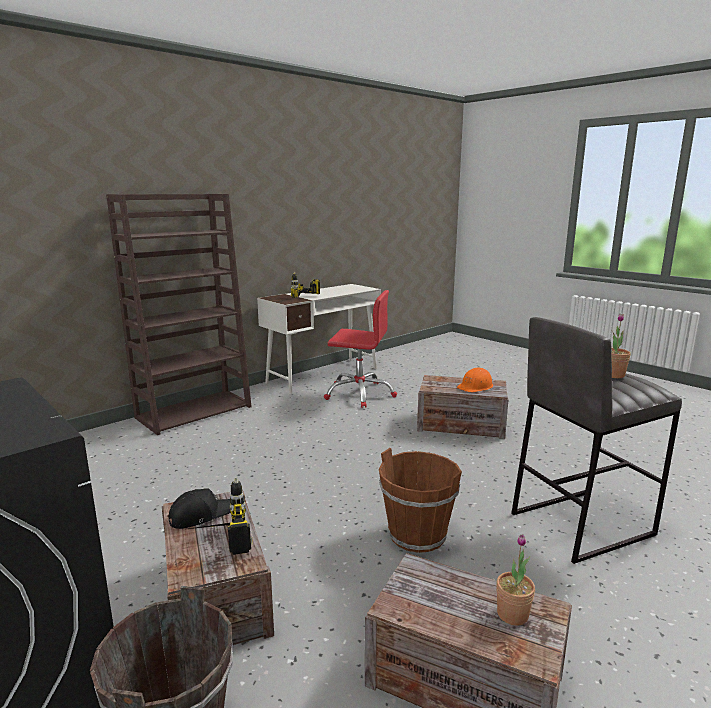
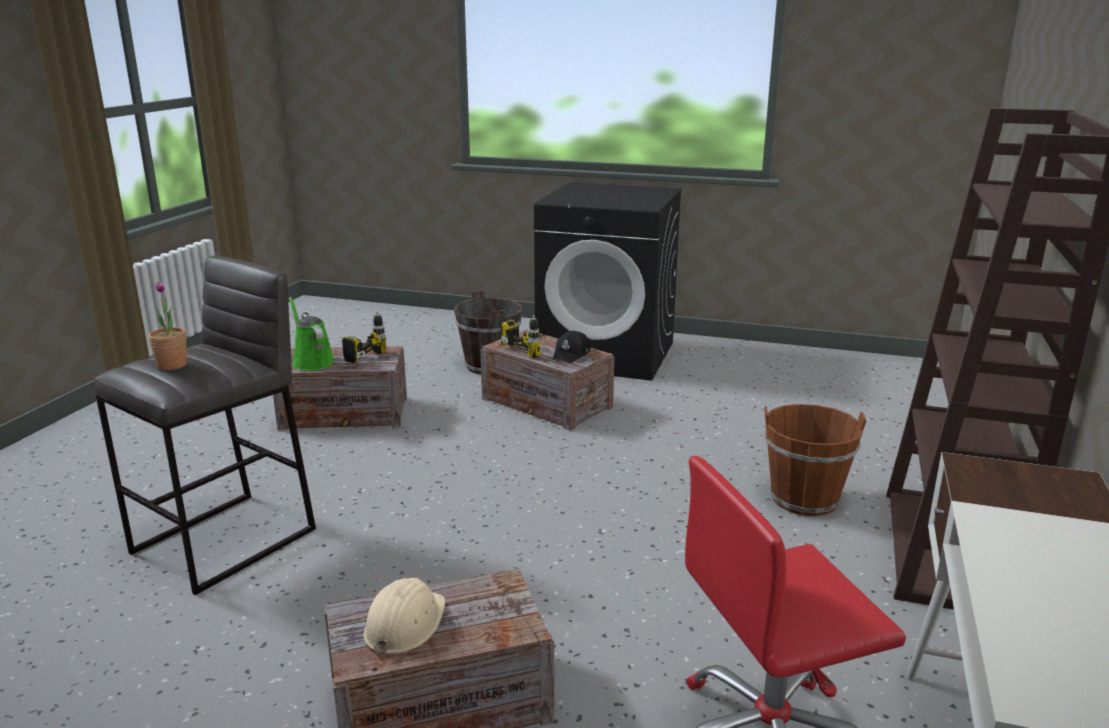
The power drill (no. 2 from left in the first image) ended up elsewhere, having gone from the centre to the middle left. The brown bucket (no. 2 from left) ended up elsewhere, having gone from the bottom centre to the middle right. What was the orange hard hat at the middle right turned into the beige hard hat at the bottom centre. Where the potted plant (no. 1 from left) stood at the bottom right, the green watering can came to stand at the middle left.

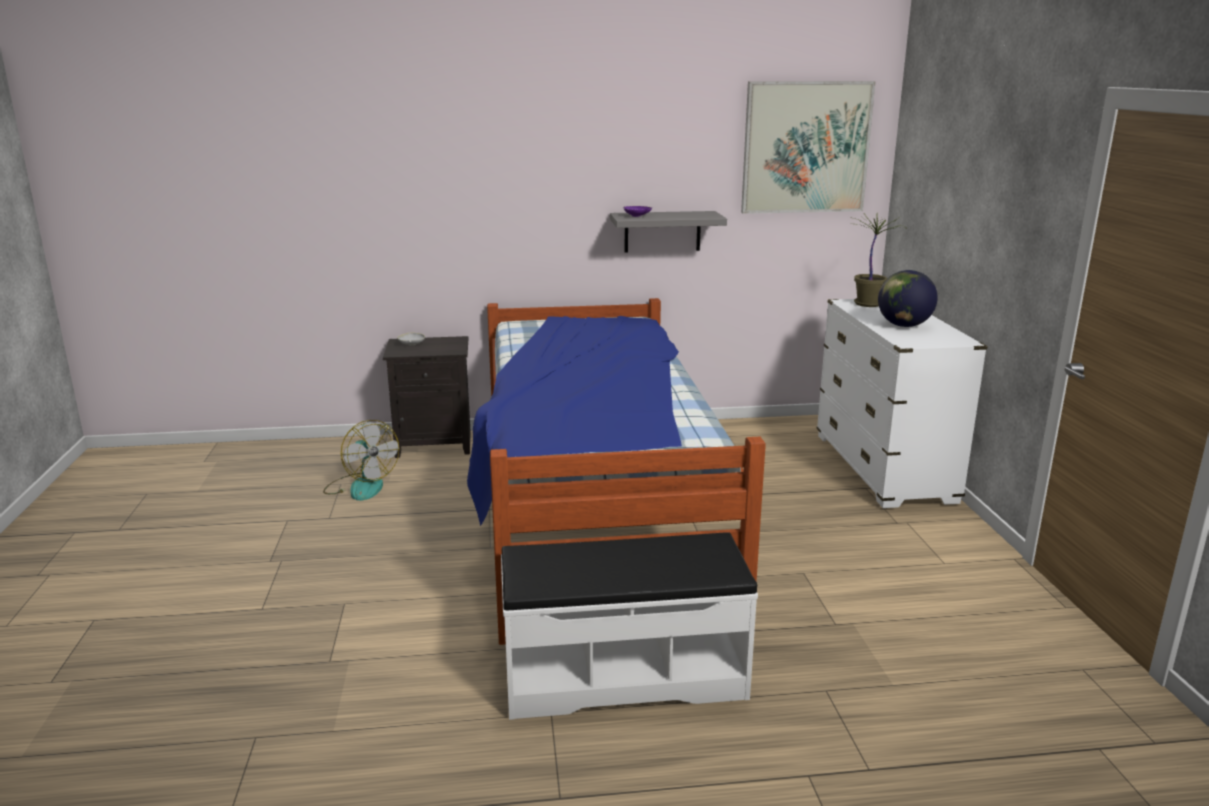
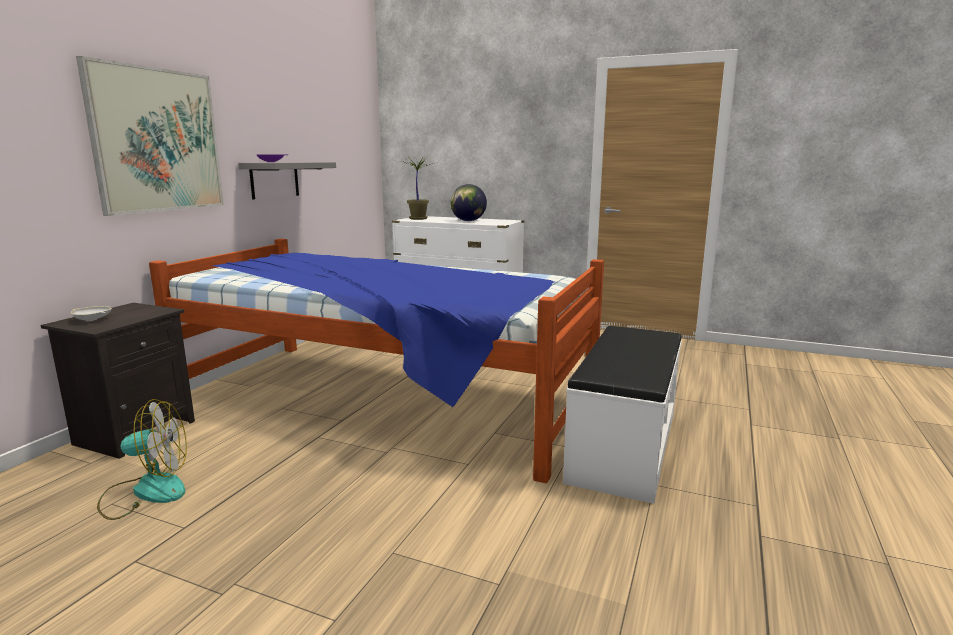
The picture ended up elsewhere, having gone from the top right to the top left.

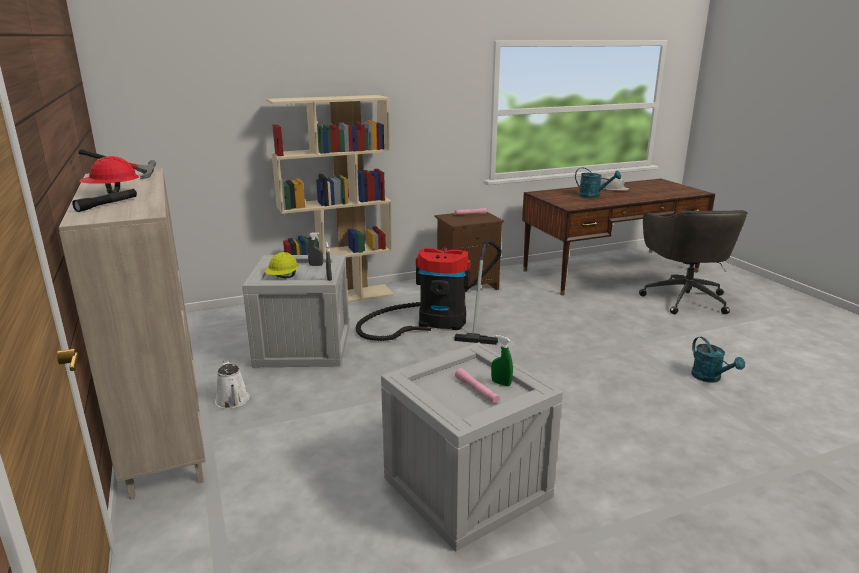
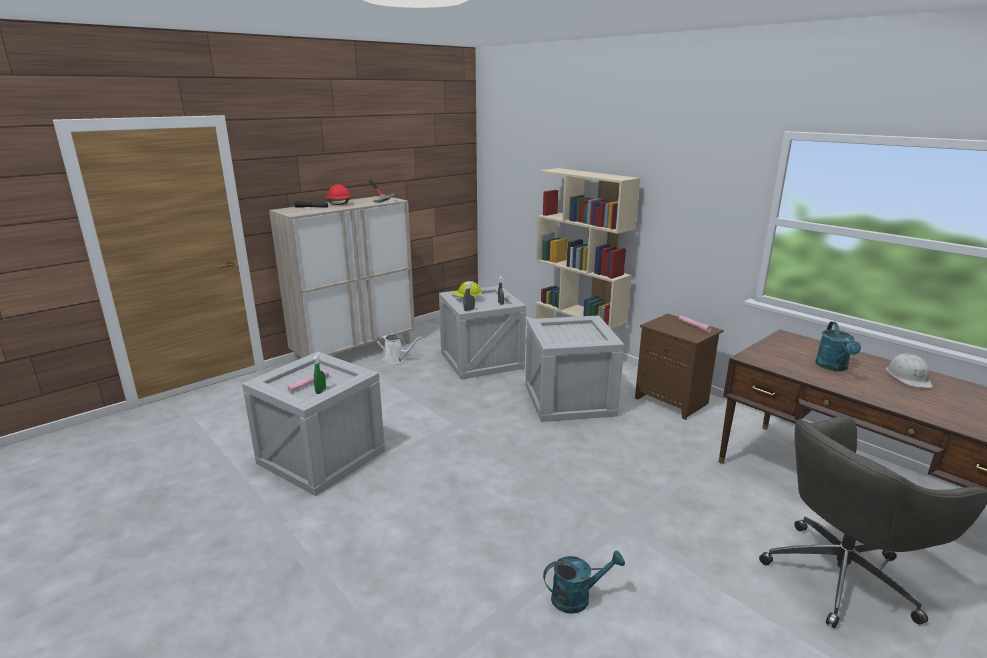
The white watering can at the bottom left ended up facing another way, 120 degrees counterclockwise from before. Where the vacuum cleaner stood at the centre, the crate (no. 3 from left) came to stand at the centre. The turquoise watering can (no. 2 from left in the first image) at the middle right ended up facing another way, 150 degrees counterclockwise from before.

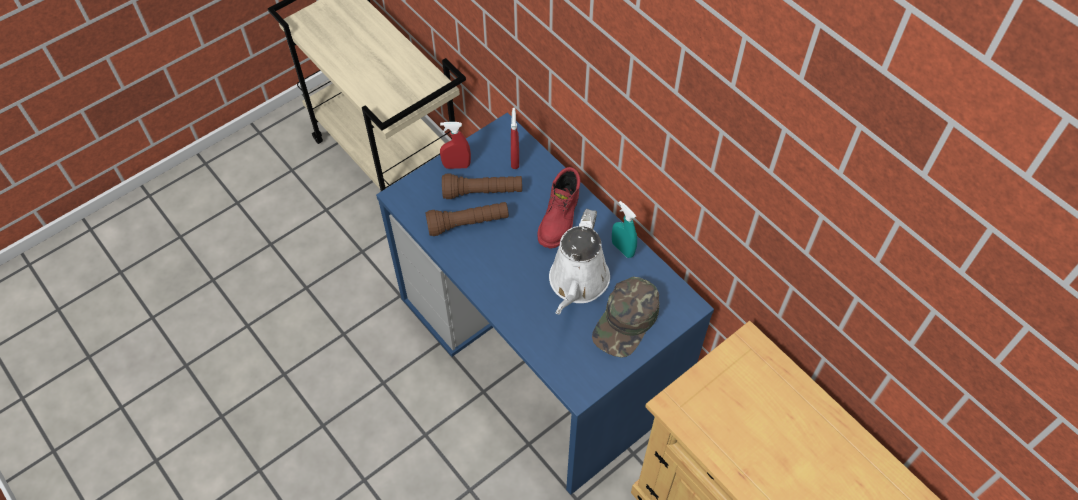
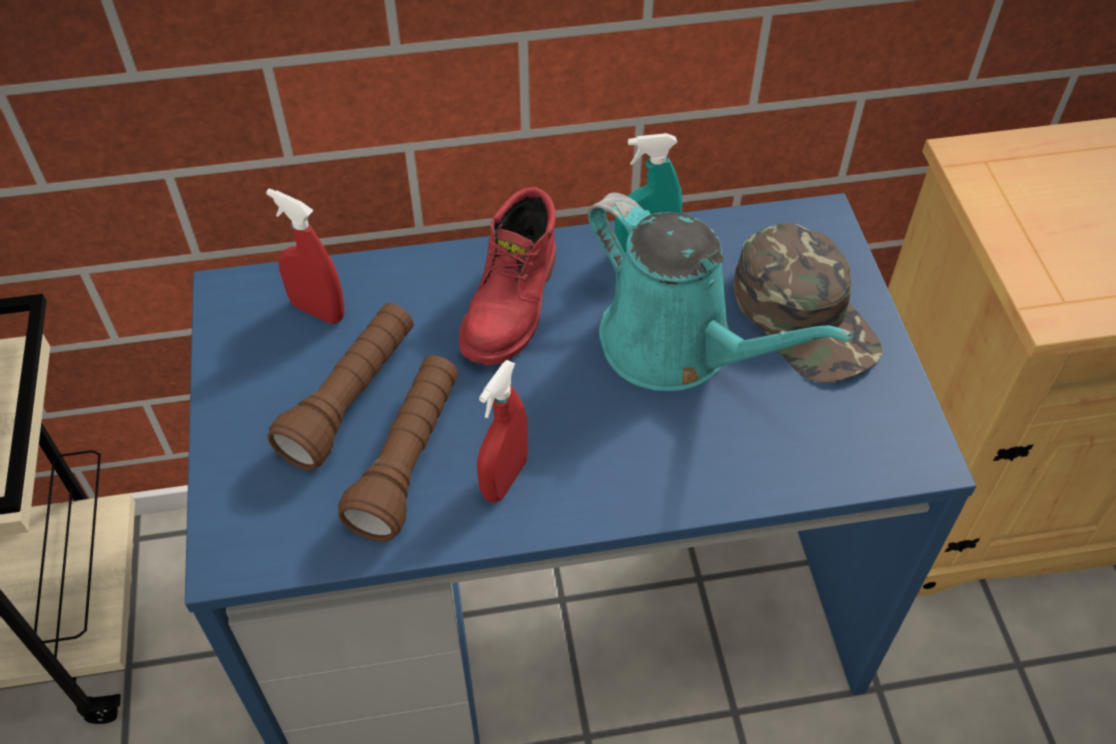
The red spray bottle (no. 1 from left in the first image) ended up elsewhere, having gone from the top centre to the centre. The red boot at the centre ended up facing another way, 60 degrees clockwise from before. What was the white watering can at the centre turned into the turquoise watering can at the centre.

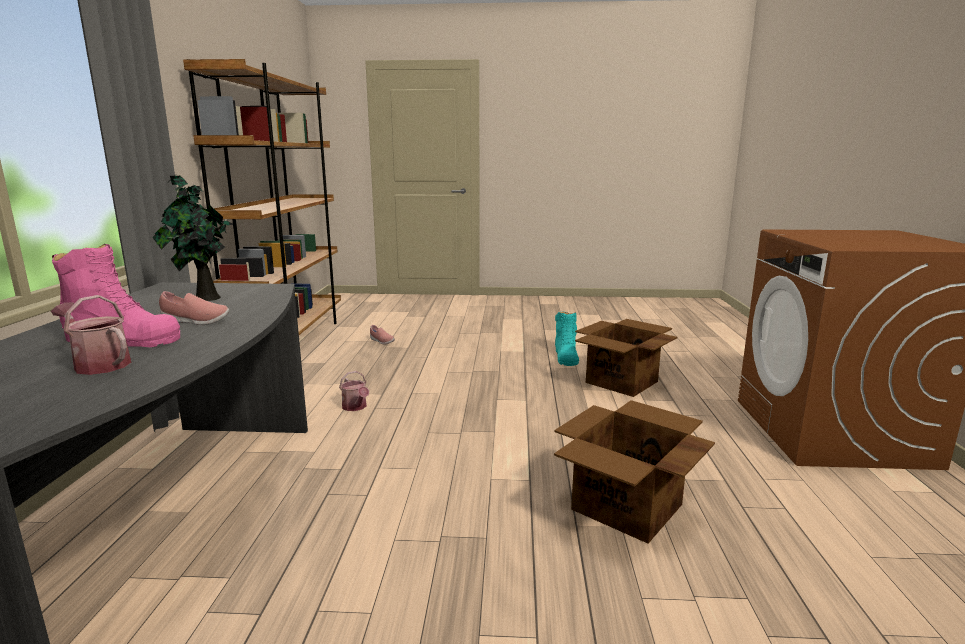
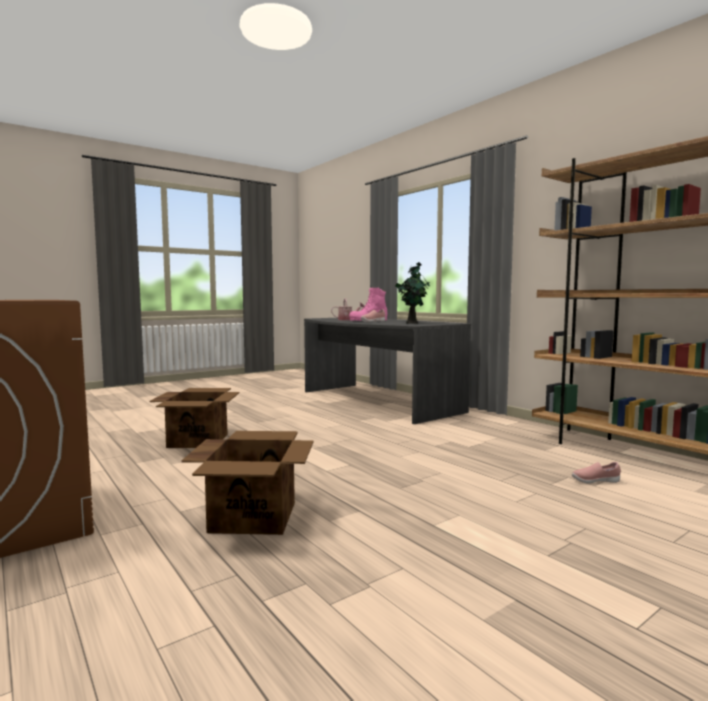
The second view lost the watering can (no. 2 from left) at the centre. The second view lost the turquoise boot at the centre.

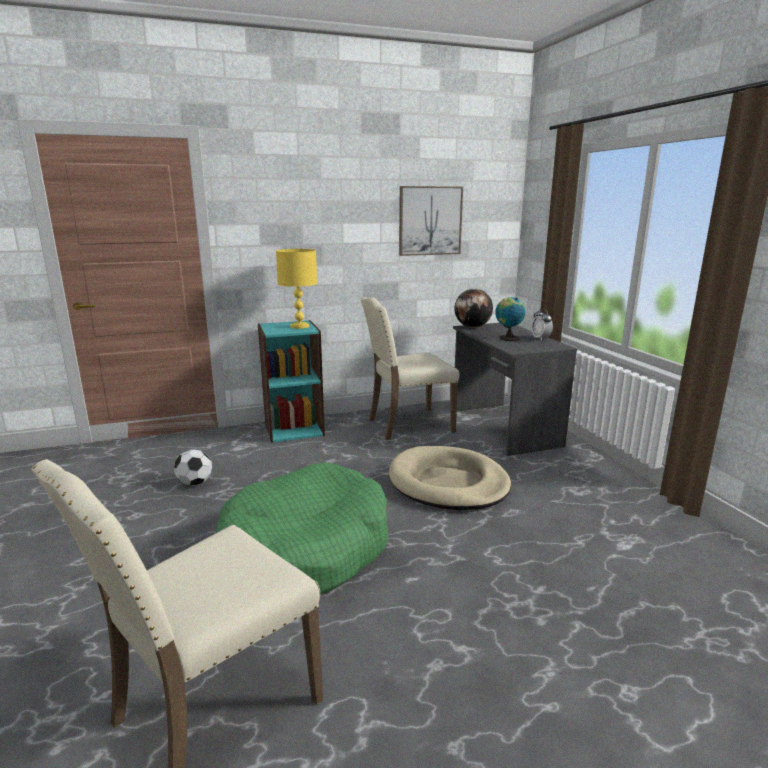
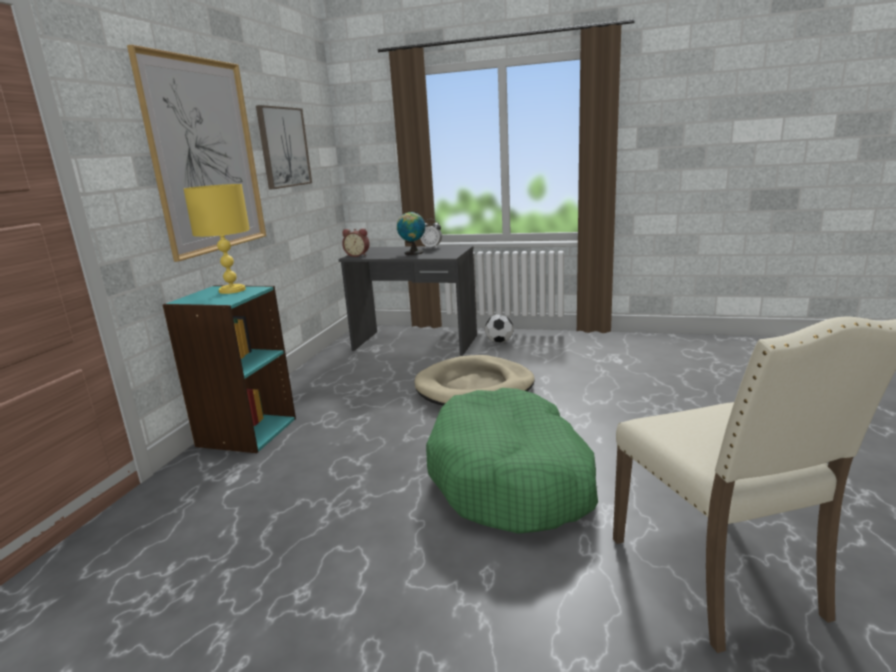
The football ended up elsewhere, having gone from the middle left to the centre. The second view lost the beige chair (no. 2 from left) at the centre. Where the globe (no. 1 from left) stood at the centre, the alarm clock (no. 1 from left) came to stand at the centre. The second view gained the picture (no. 1 from left) at the top left.

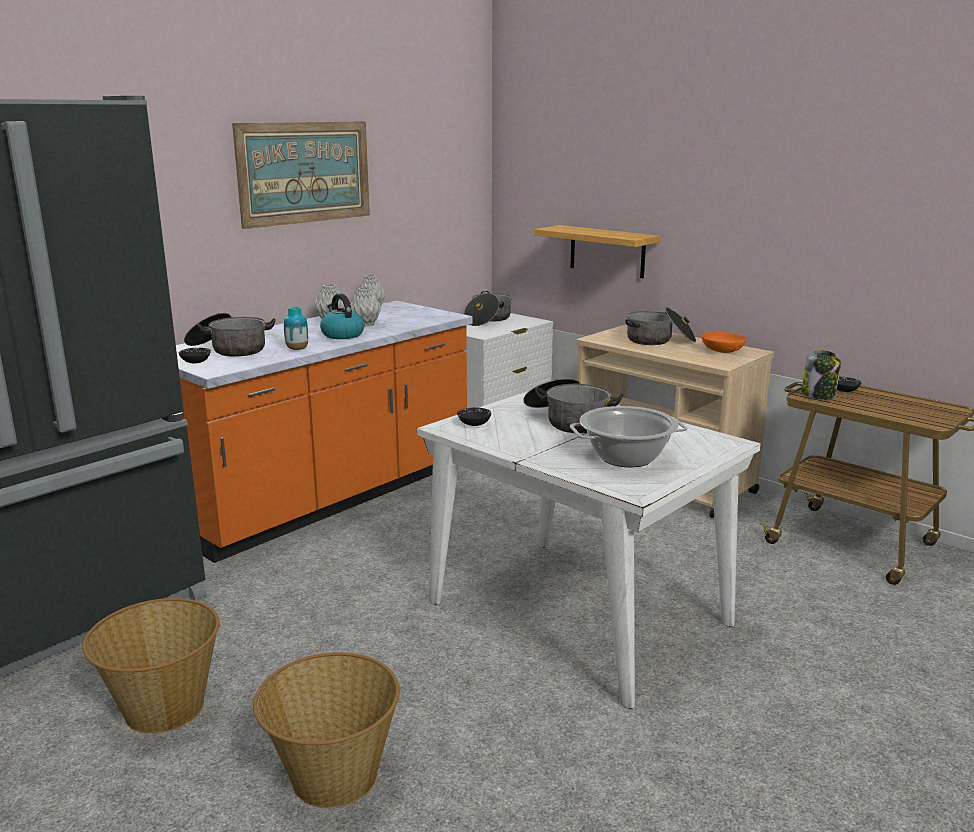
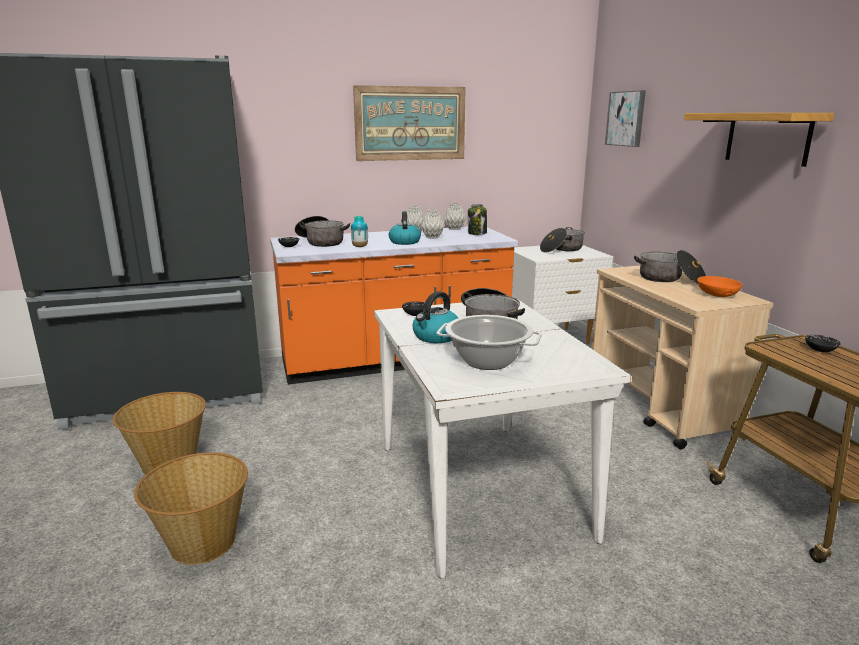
The shelf ended up elsewhere, having gone from the top centre to the top right. The jar ended up elsewhere, having gone from the middle right to the centre. The second view gained the kettle (no. 2 from left) at the centre. The second view gained the picture (no. 2 from left) at the top right.

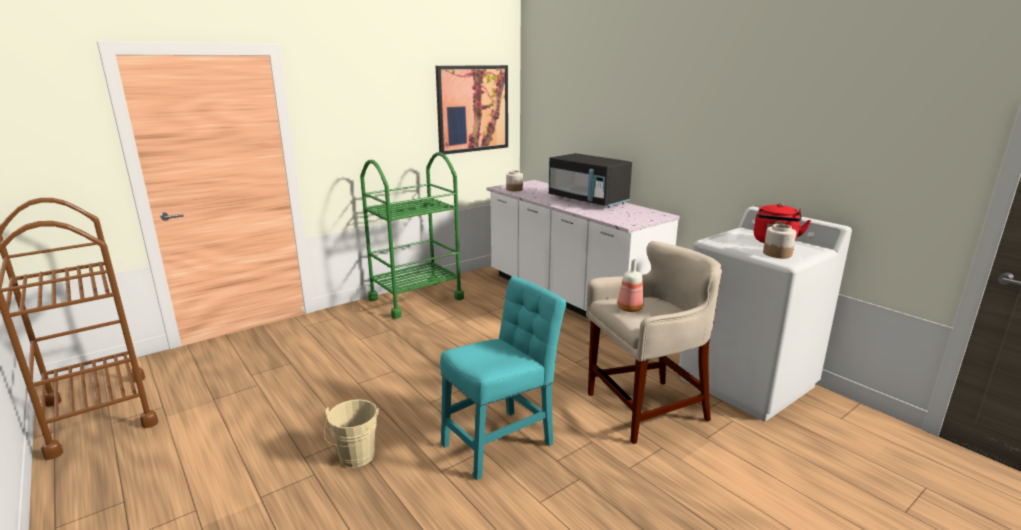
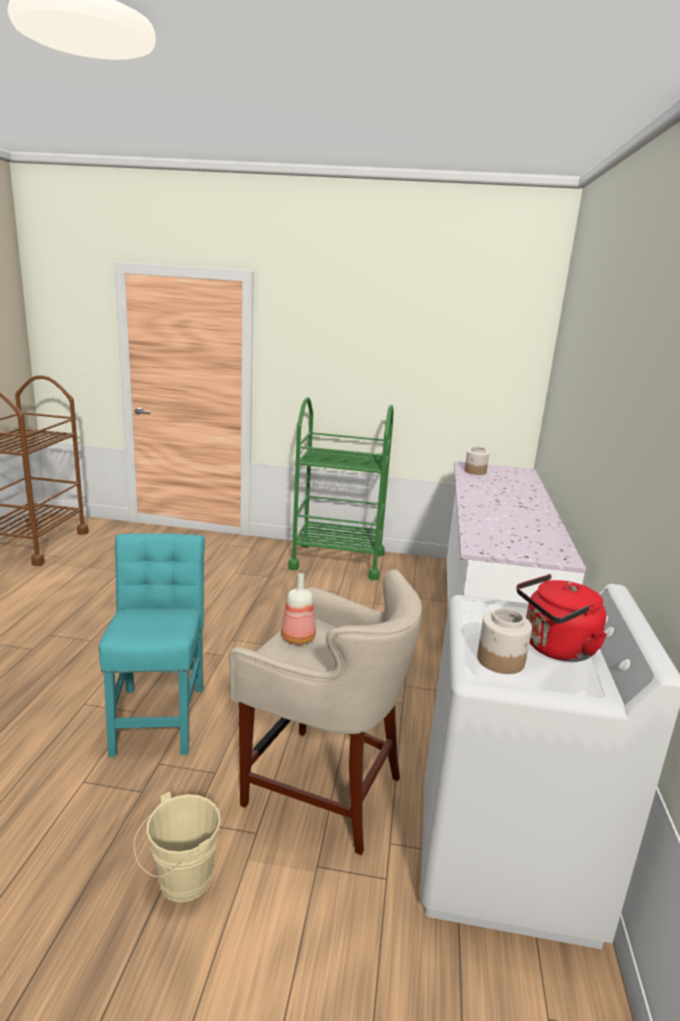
The beige bucket ended up elsewhere, having gone from the bottom centre to the bottom left. The second view lost the picture at the top centre. The turquoise chair at the bottom centre ended up facing another way, 105 degrees counterclockwise from before. The second view lost the black microwave at the centre.

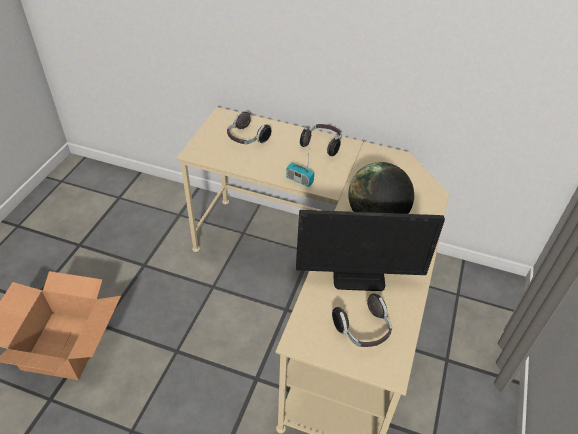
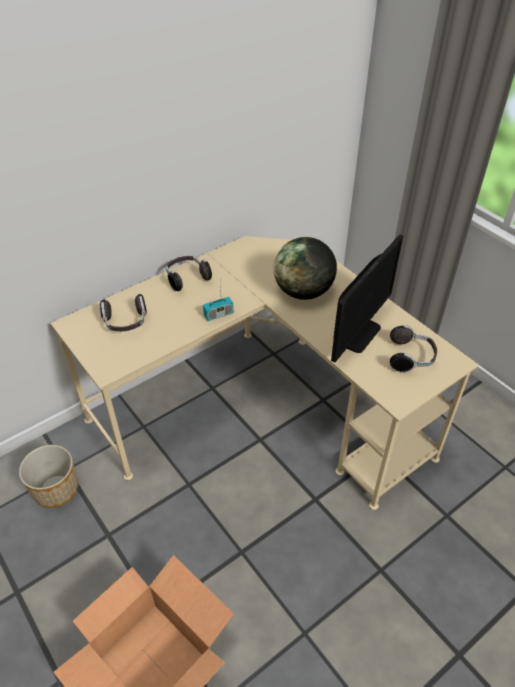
The second view gained the planter at the bottom left.

